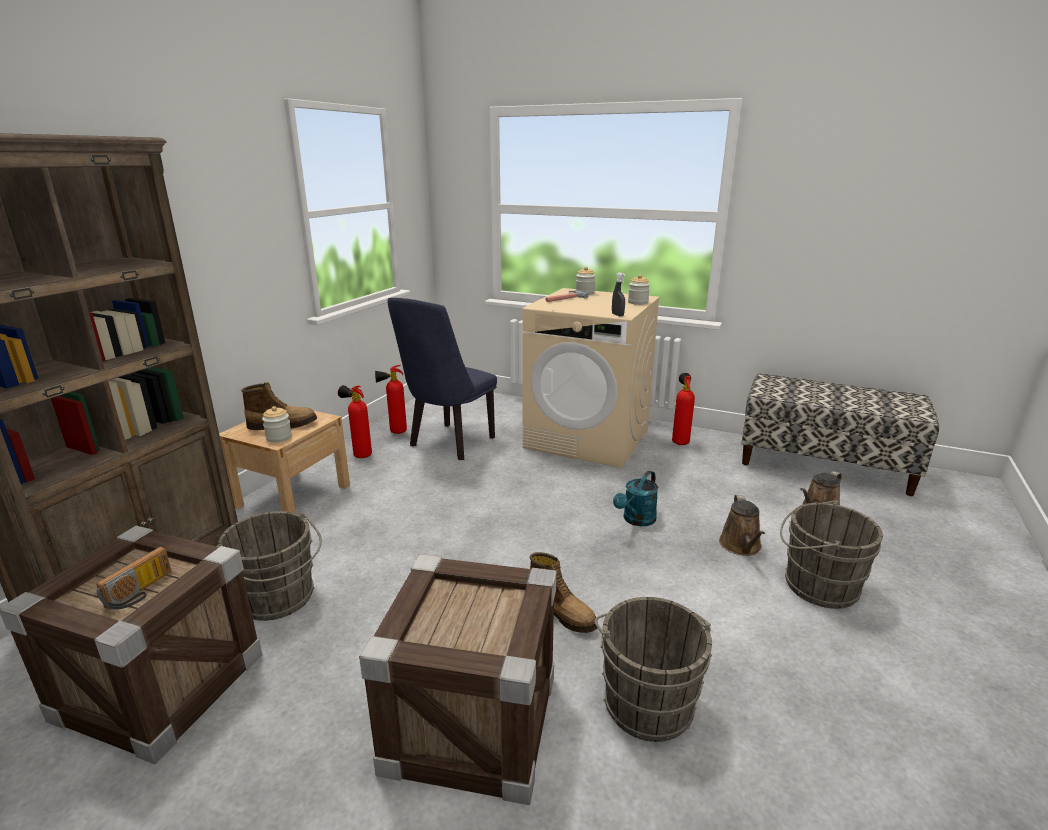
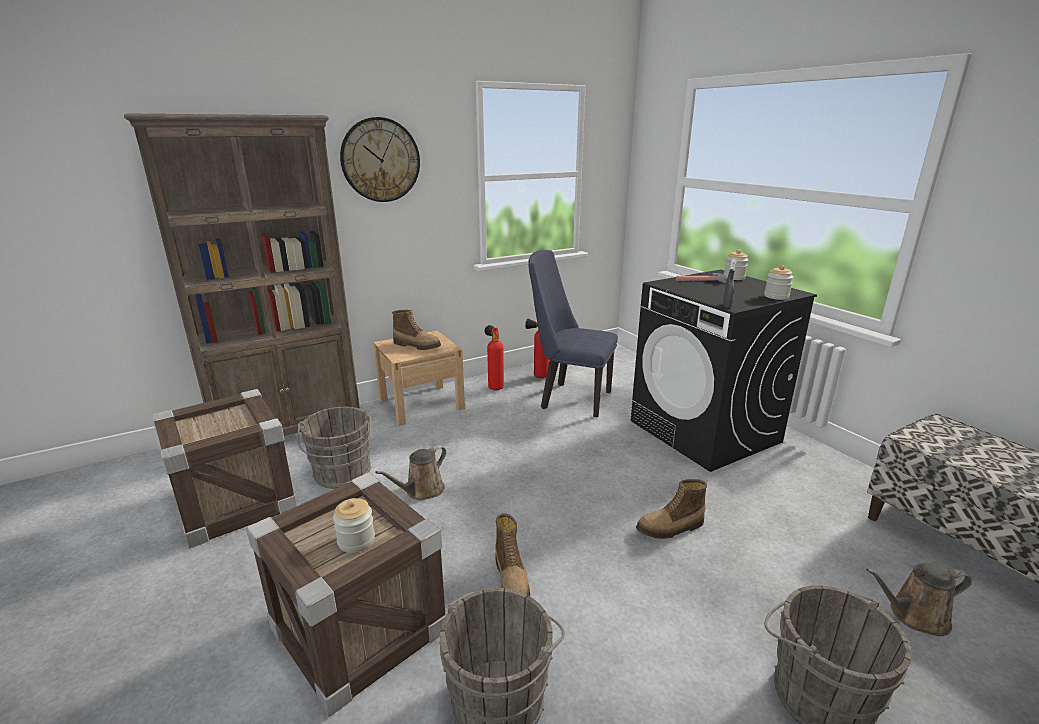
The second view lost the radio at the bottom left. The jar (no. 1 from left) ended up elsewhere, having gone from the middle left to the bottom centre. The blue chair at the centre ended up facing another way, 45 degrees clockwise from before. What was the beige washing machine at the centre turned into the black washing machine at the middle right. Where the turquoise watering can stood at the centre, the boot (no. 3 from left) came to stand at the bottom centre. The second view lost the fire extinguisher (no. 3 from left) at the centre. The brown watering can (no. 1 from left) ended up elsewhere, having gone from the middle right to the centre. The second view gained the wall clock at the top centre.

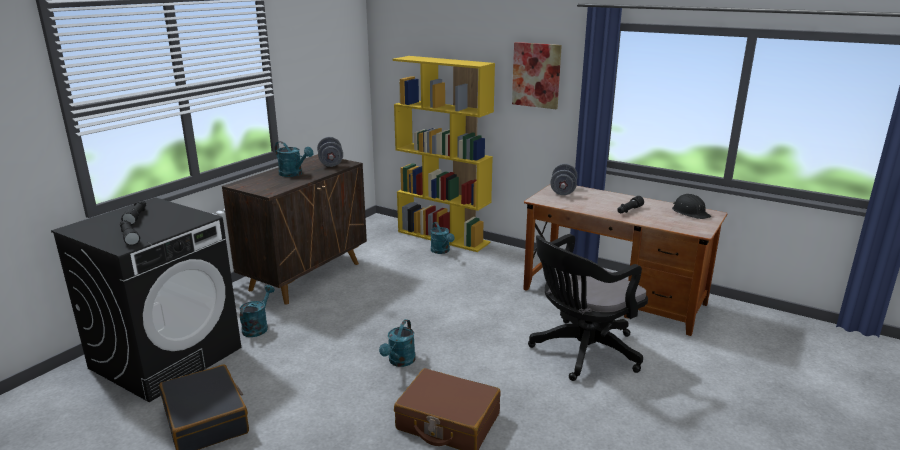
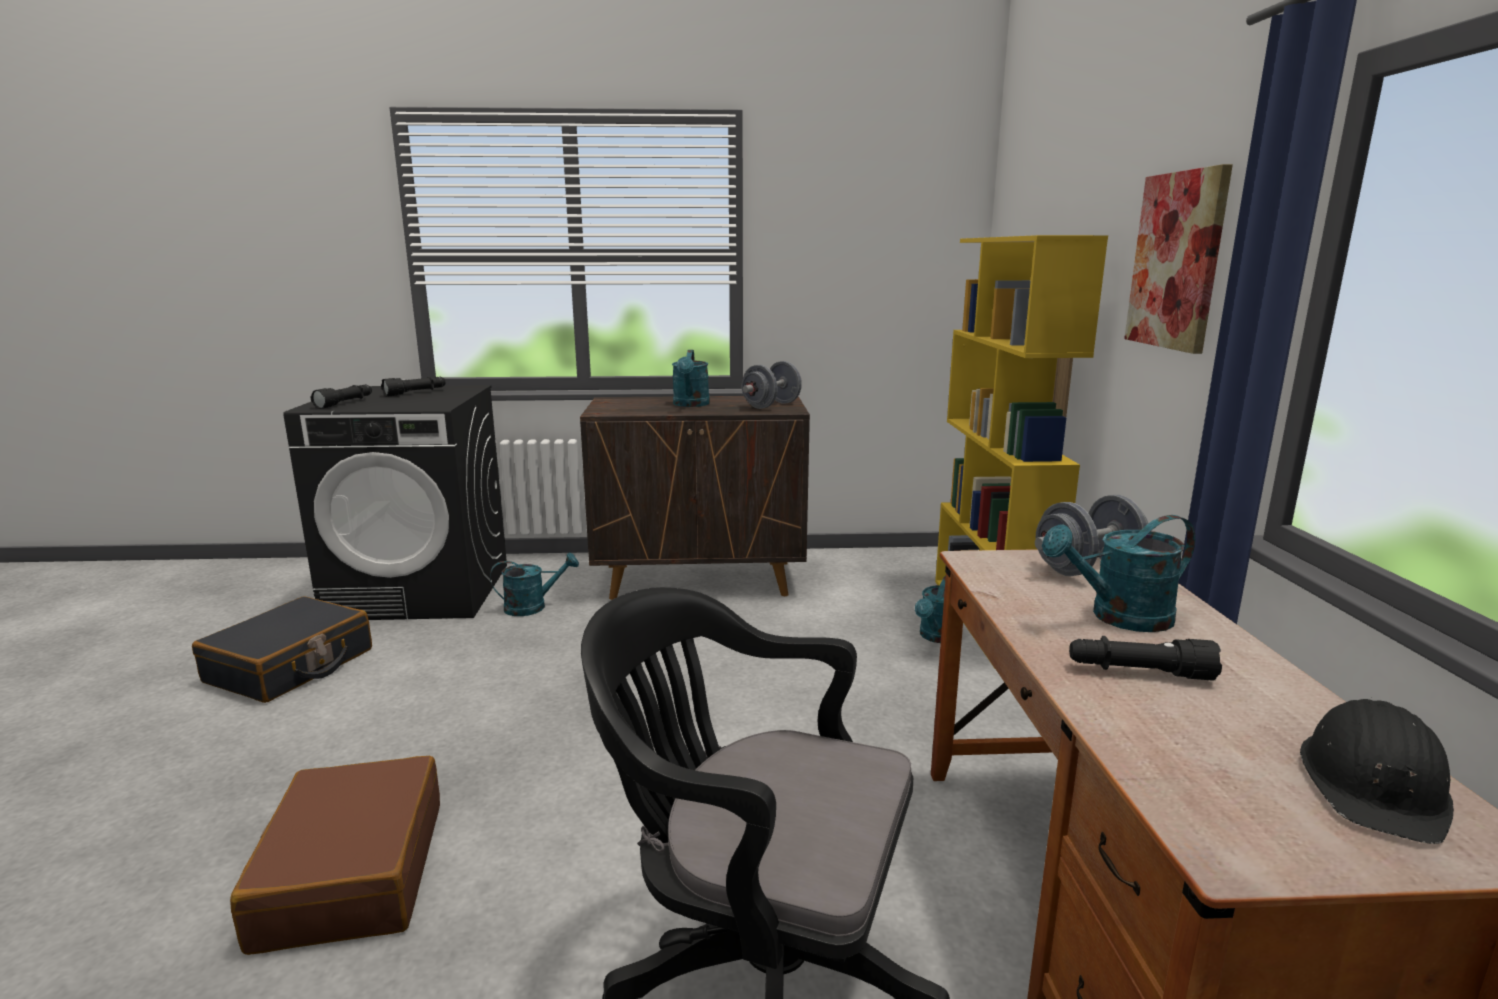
The turquoise watering can (no. 3 from left in the first image) ended up elsewhere, having gone from the bottom centre to the middle right.

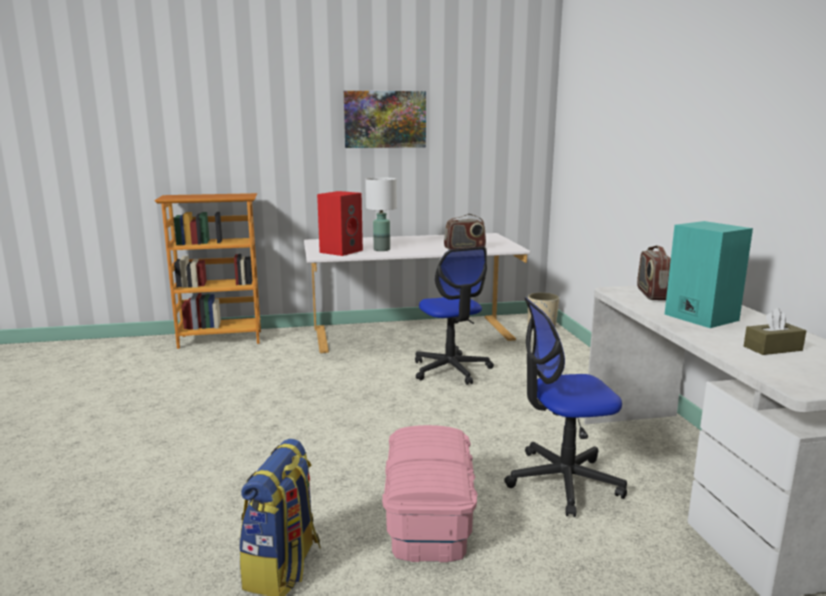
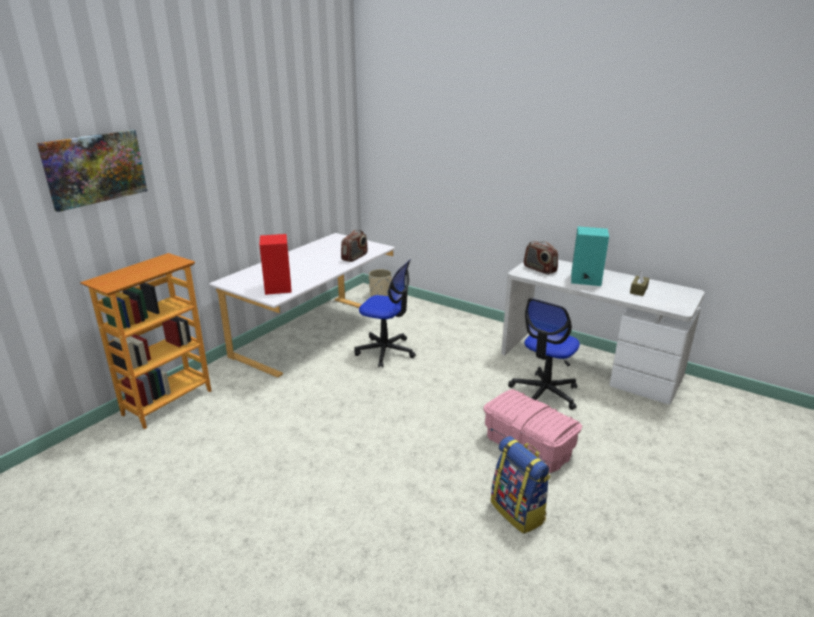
The picture ended up elsewhere, having gone from the top centre to the top left. The second view lost the white table lamp at the centre.

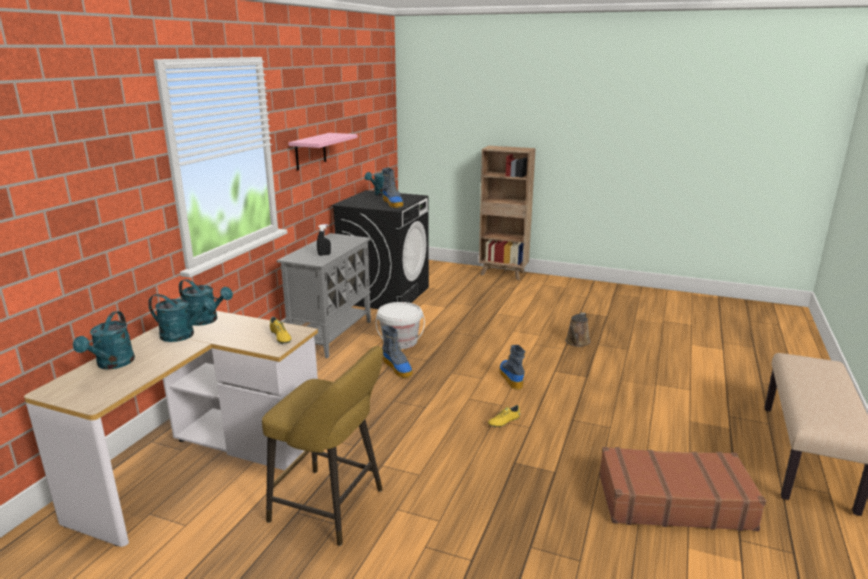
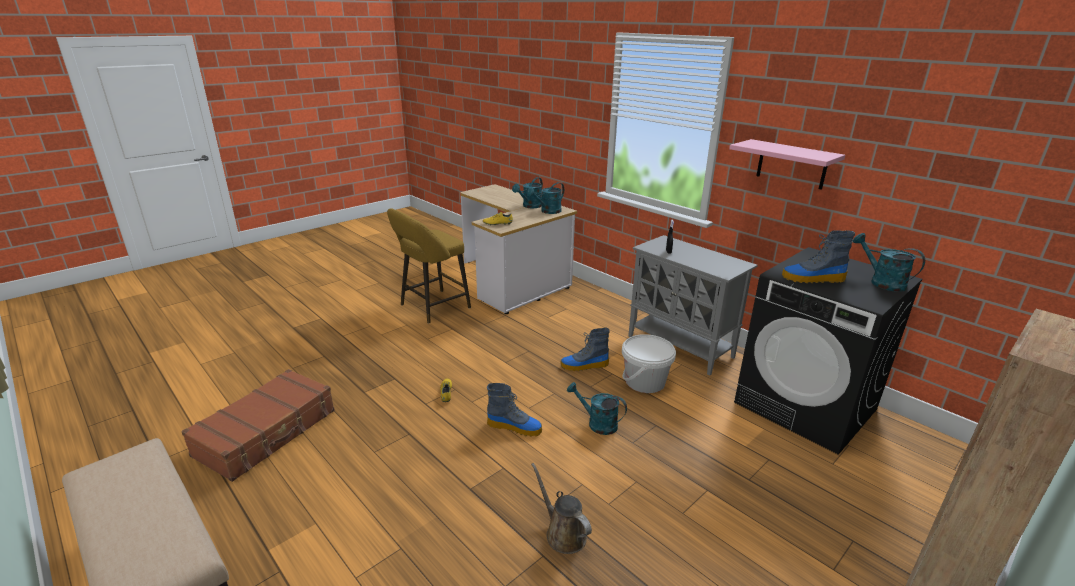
The turquoise watering can (no. 1 from left in the first image) ended up elsewhere, having gone from the middle left to the bottom centre.

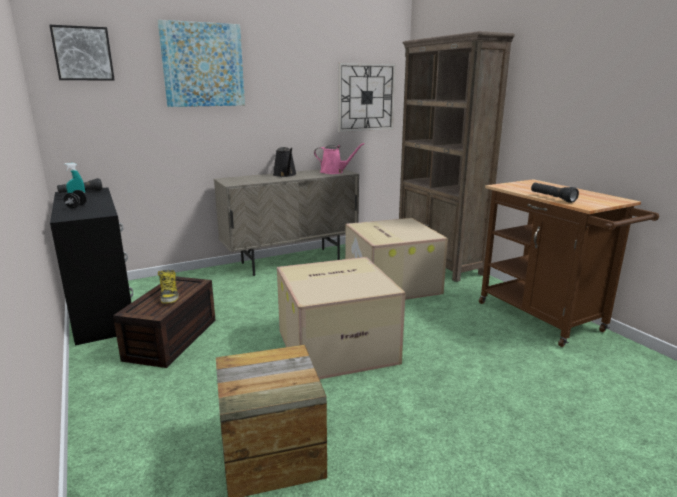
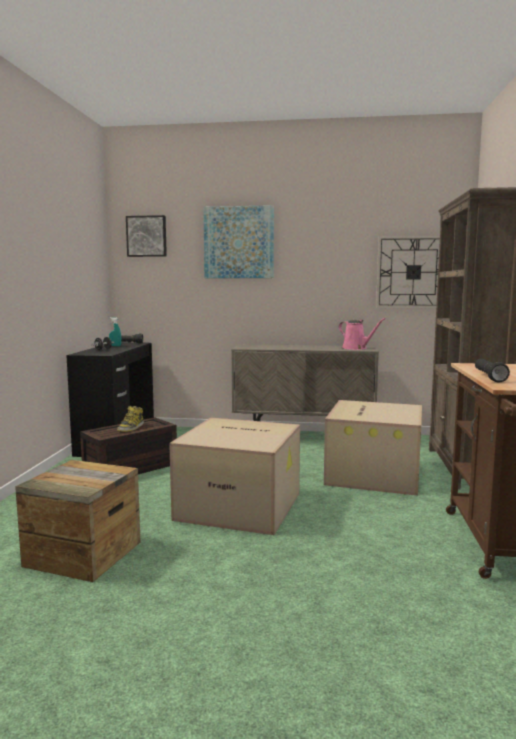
The second view lost the black watering can at the top centre.

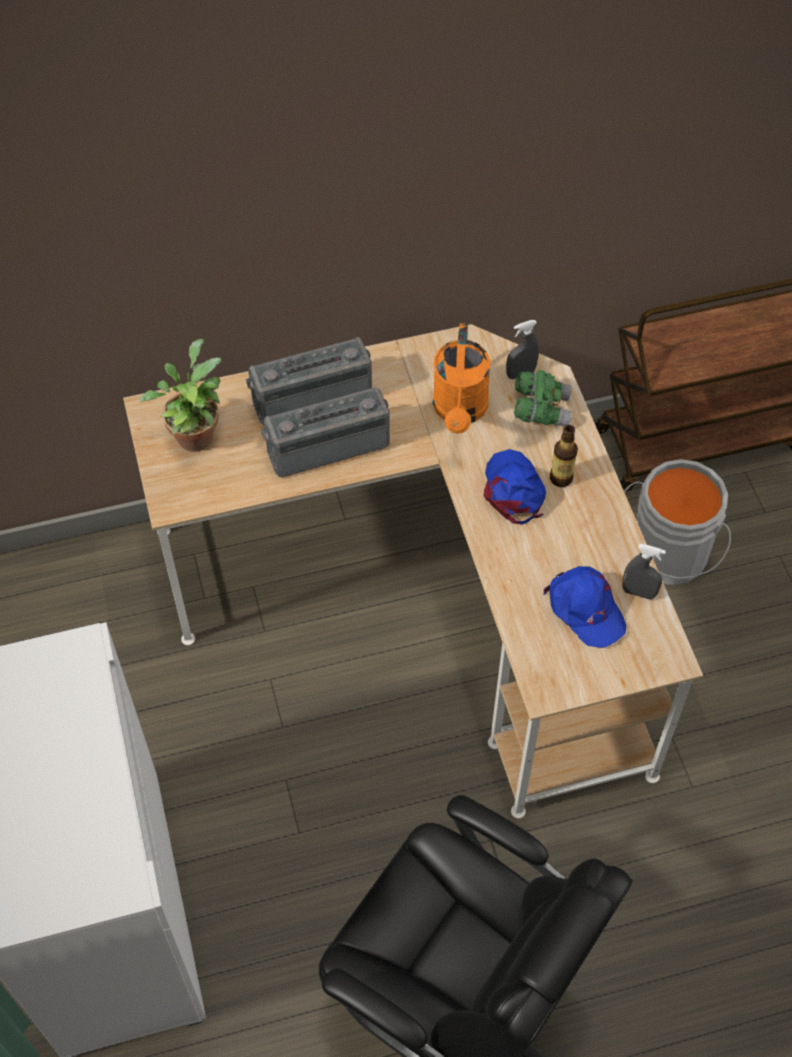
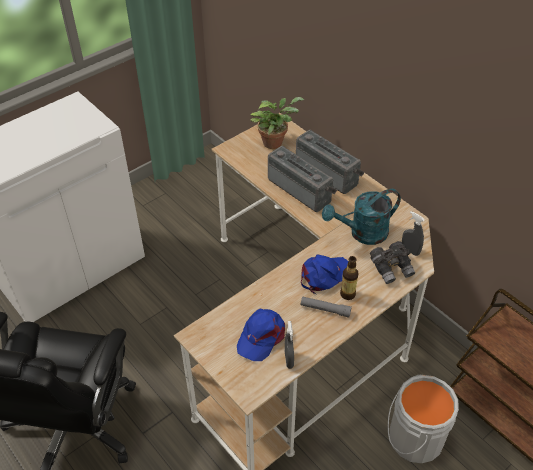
What was the orange watering can at the centre turned into the turquoise watering can at the middle right. What was the green binoculars at the middle right turned into the grey binoculars at the middle right. The second view gained the grey flashlight at the centre.

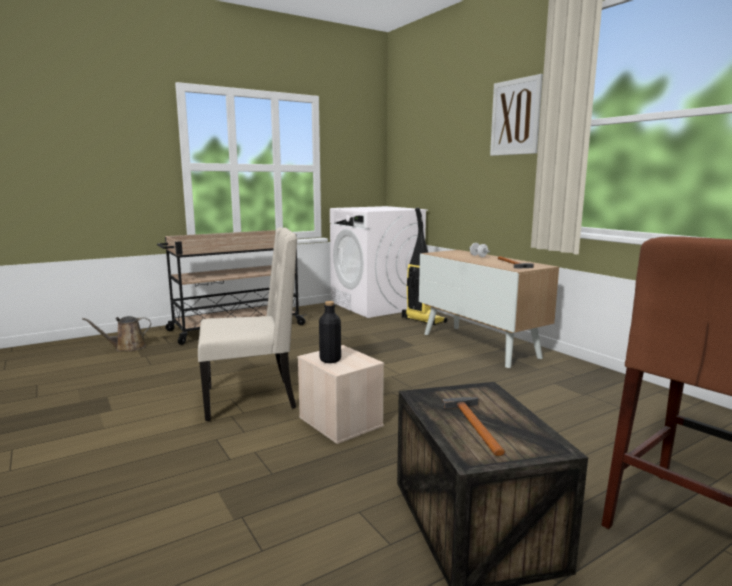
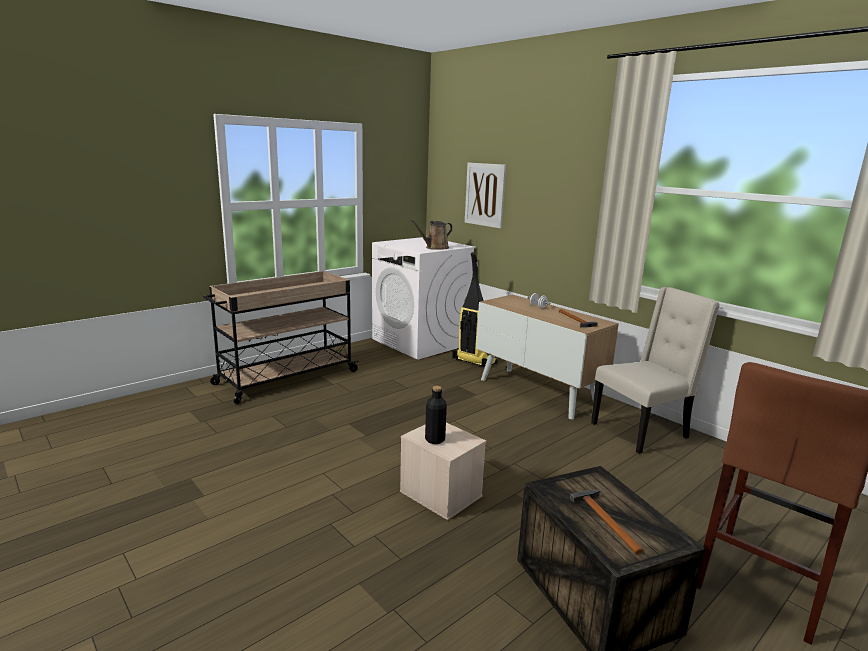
The brown watering can ended up elsewhere, having gone from the middle left to the centre. The beige chair ended up elsewhere, having gone from the centre to the middle right. The picture ended up elsewhere, having gone from the top right to the top centre.

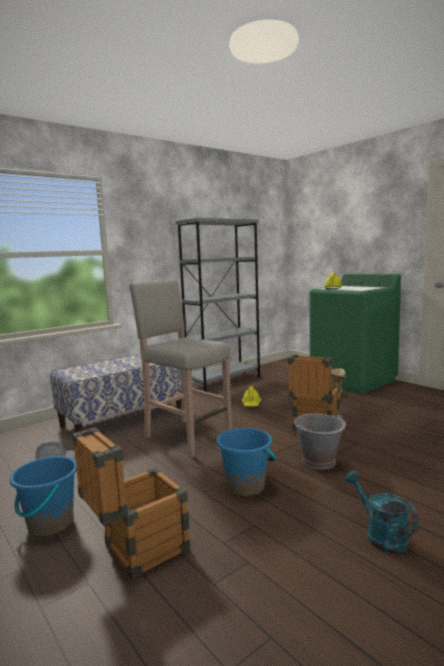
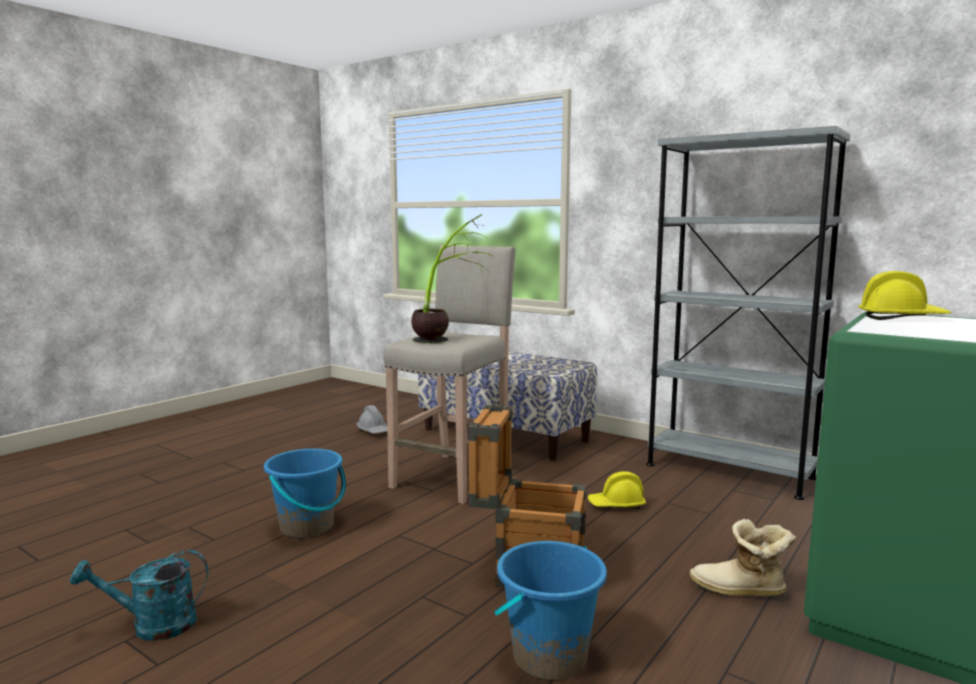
The blue bucket (no. 1 from left in the first image) ended up elsewhere, having gone from the bottom left to the bottom centre. The second view lost the crate (no. 1 from left) at the bottom left. The second view lost the grey bucket at the middle right. The turquoise watering can at the bottom right ended up facing another way, 150 degrees counterclockwise from before. The second view gained the potted plant at the centre.

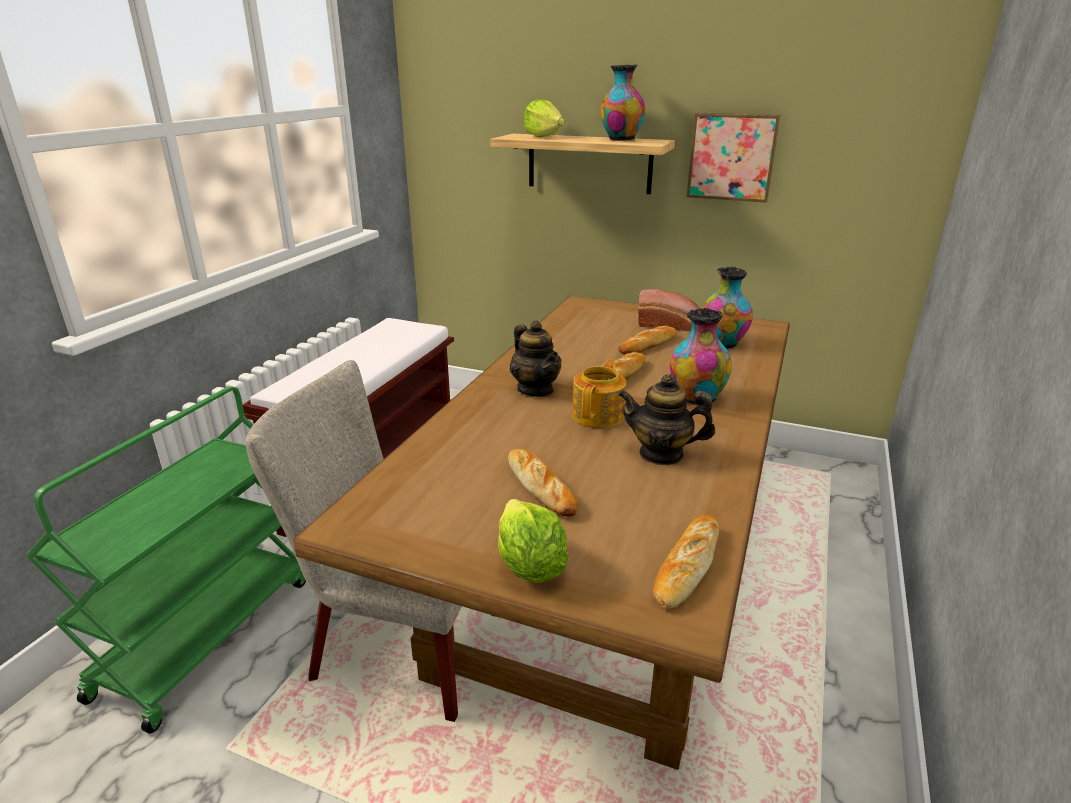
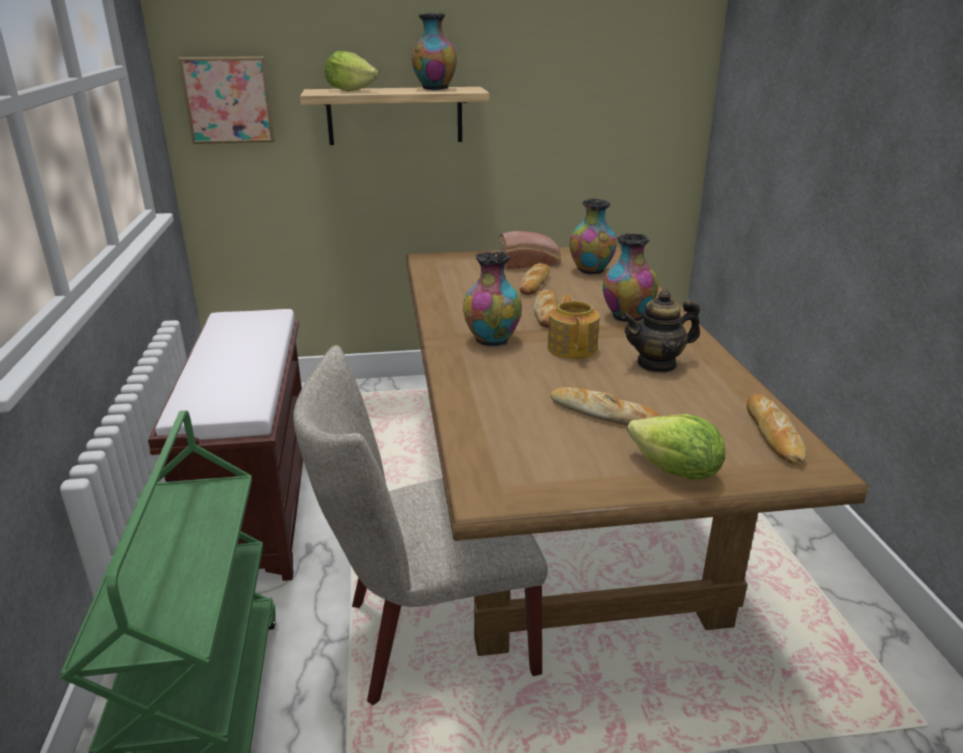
Where the teapot (no. 1 from left) stood at the centre, the vase (no. 2 from left) came to stand at the centre. The picture ended up elsewhere, having gone from the top right to the top left.

